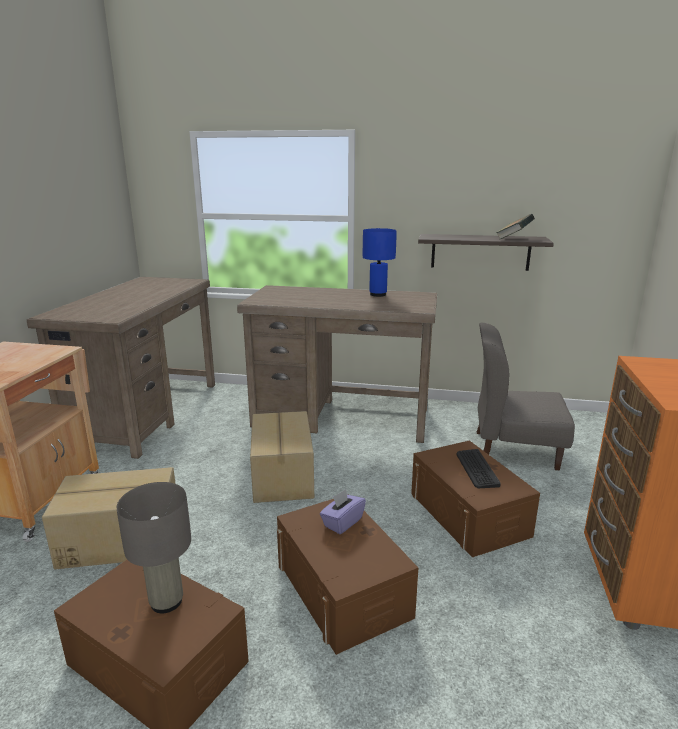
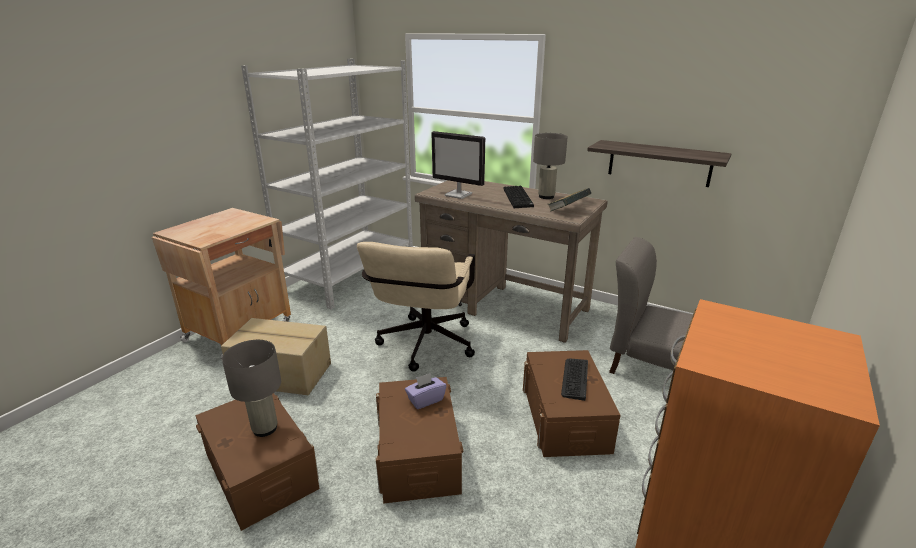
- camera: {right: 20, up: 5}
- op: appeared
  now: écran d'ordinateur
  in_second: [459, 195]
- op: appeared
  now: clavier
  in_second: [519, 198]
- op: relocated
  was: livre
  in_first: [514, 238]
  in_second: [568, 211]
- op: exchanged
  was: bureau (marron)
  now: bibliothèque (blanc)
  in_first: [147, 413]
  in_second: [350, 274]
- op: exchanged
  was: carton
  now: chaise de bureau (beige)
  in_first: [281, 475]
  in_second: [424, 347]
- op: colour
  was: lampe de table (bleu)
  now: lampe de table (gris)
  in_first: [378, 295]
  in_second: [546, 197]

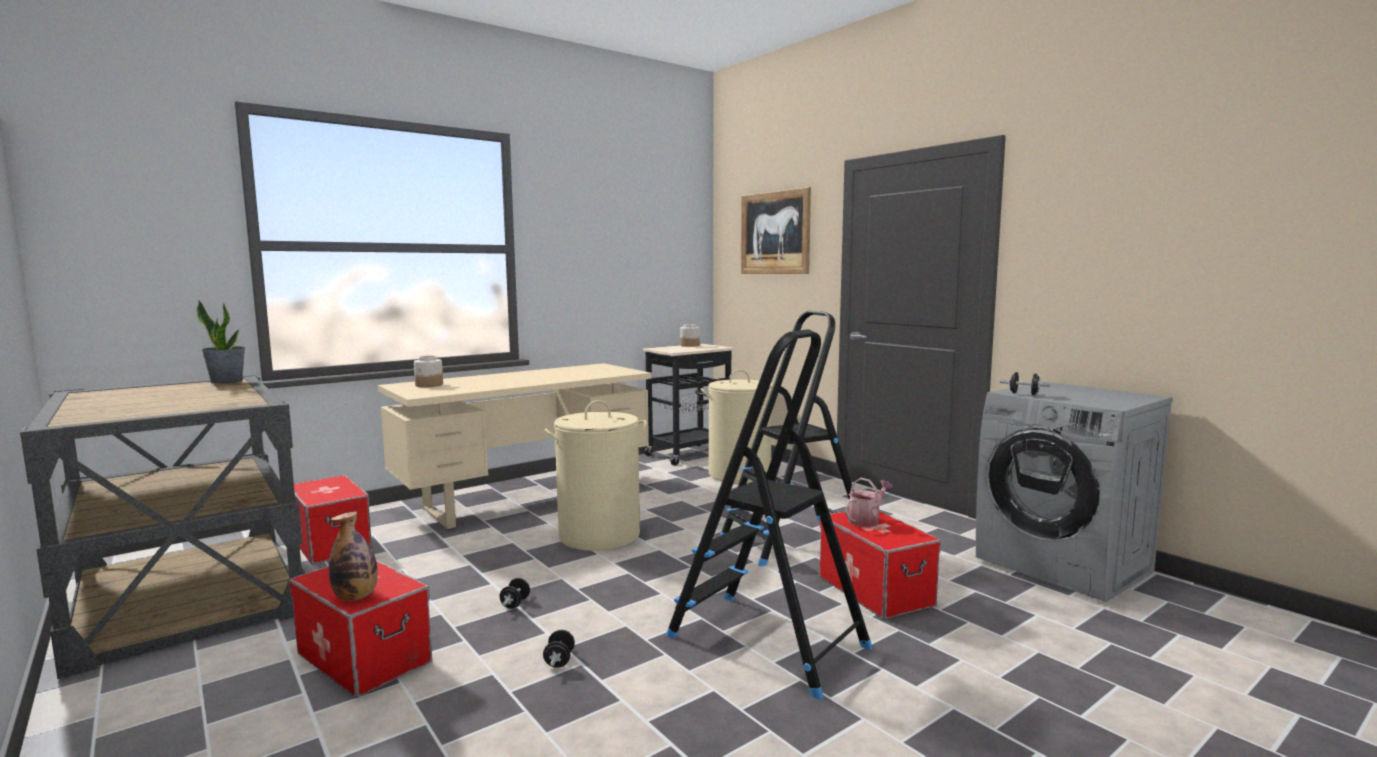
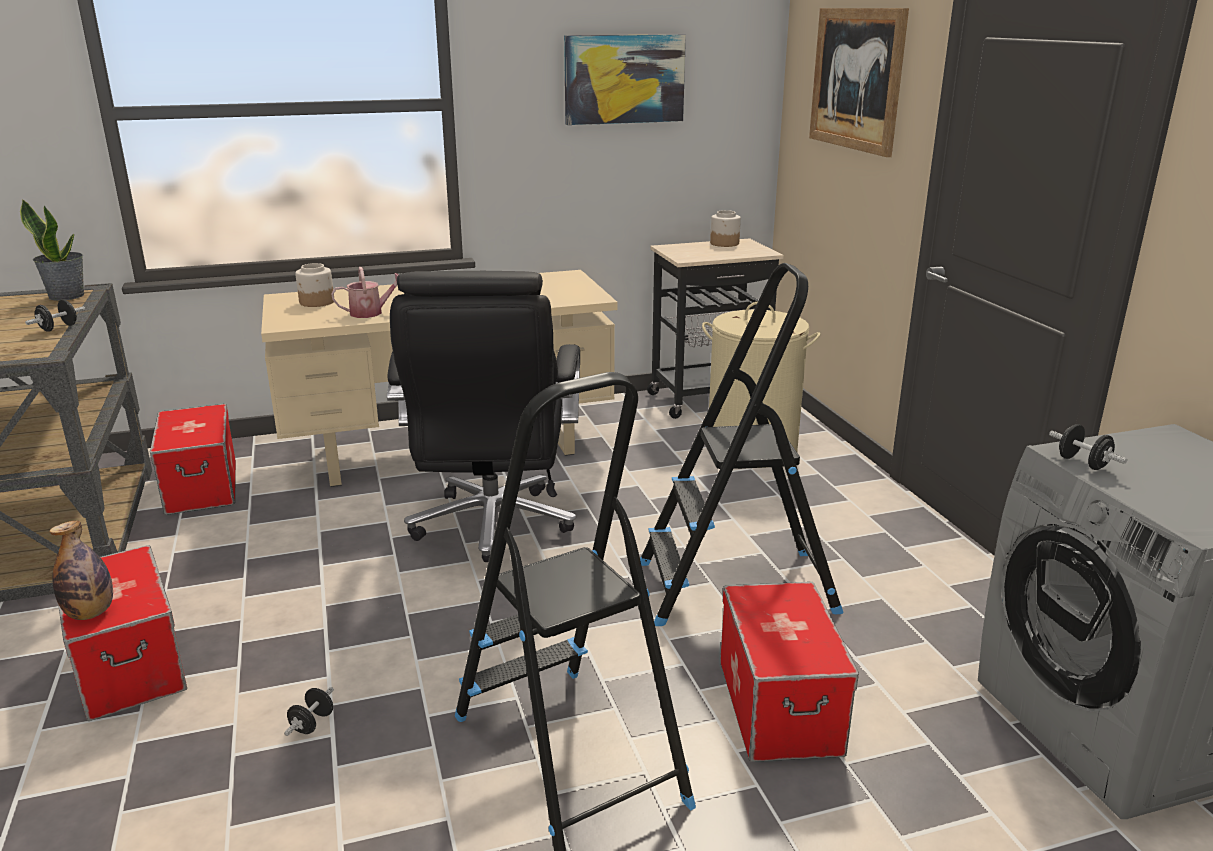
- camera: {right: 20, up: 15}
- op: appeared
  now: tableau
  in_second: [624, 79]
- op: relocated
  was: haltère (noir)
  in_first: [515, 603]
  in_second: [58, 328]
- op: relocated
  was: arrosoir
  in_first: [866, 520]
  in_second: [371, 312]
- op: exchanged
  was: panier à linge (beige)
  now: chaise de bureau (noir)
  in_first: [599, 535]
  in_second: [492, 529]

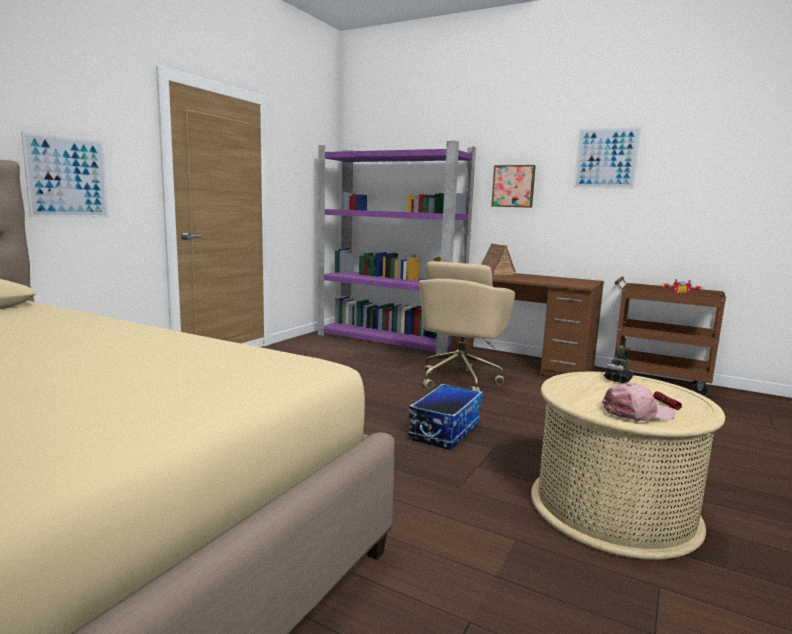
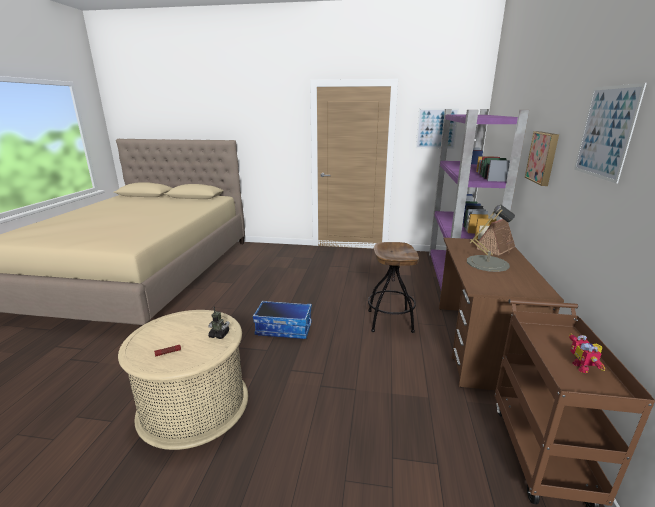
- camera: {right: 70, up: 10}
- op: missing
  was: casquette (rose)
  in_first: [637, 413]
- op: appeared
  now: lampe de table (gris)
  in_second: [487, 263]
- op: relocated
  was: tableau
  in_first: [67, 177]
  in_second: [436, 128]
- op: exchanged
  was: chaise de bureau (beige)
  now: tabouret (marron)
  in_first: [460, 380]
  in_second: [390, 320]

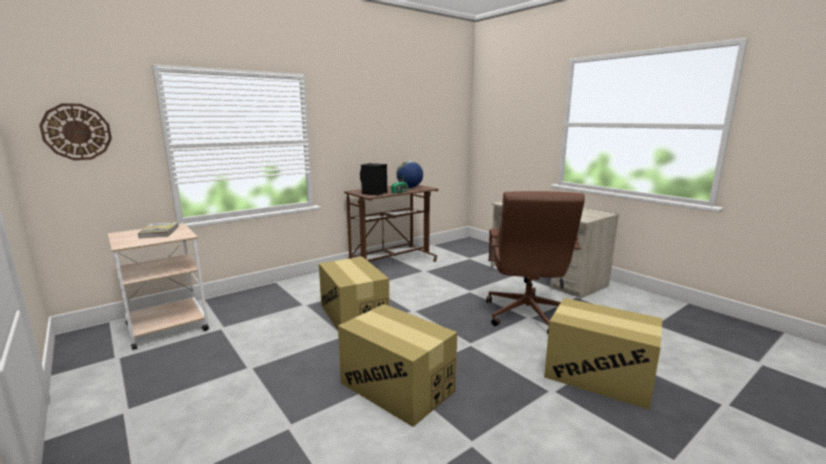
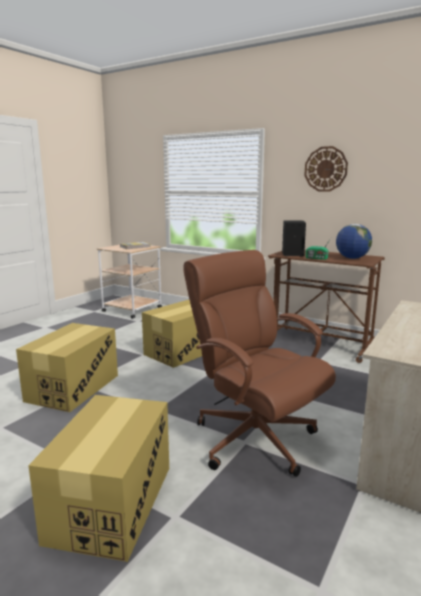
- camera: {right: 70, up: 0}
- op: relocated
  was: horloge murale
  in_first: [77, 132]
  in_second: [325, 169]
- op: spun
  was: chaise de bureau (marron)
  in_first: [527, 313]
  in_second: [255, 439]
  clockwise: 60

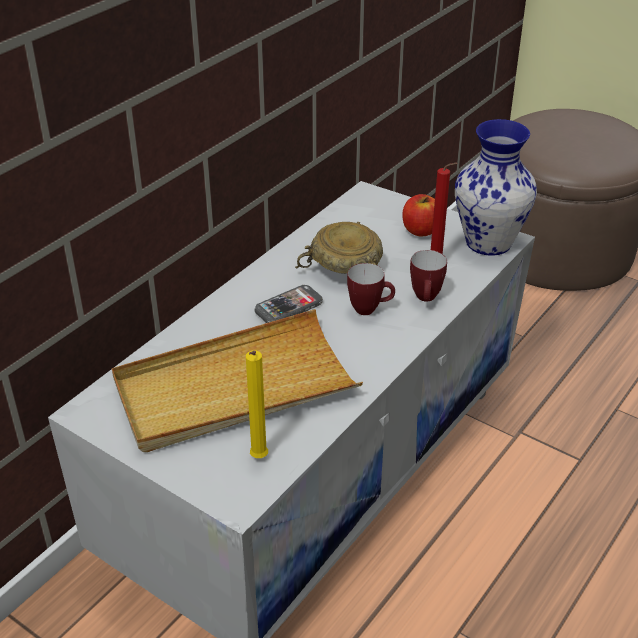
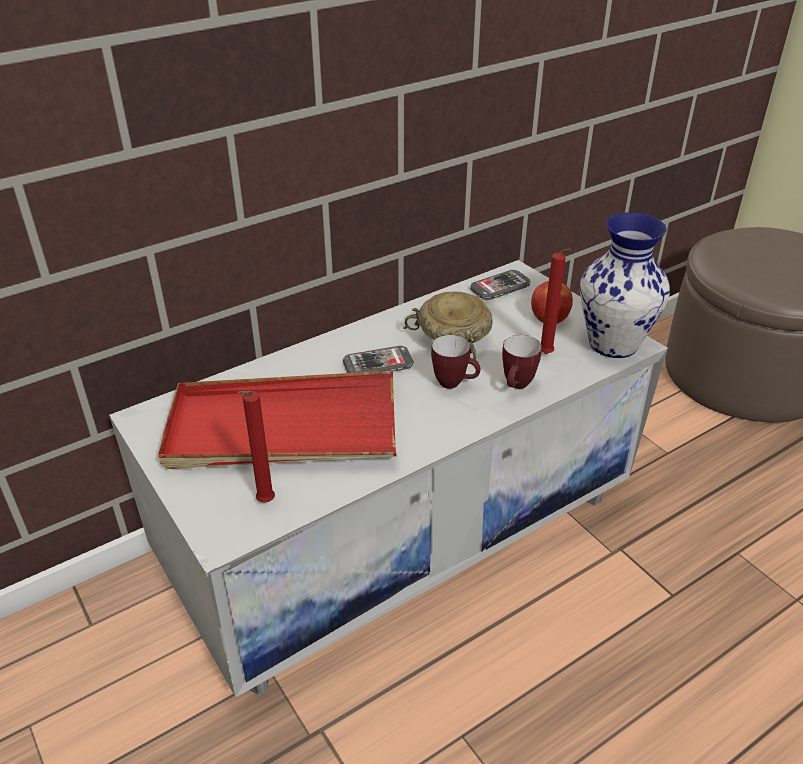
- camera: {right: 20, up: 0}
- op: appeared
  now: téléphone
  in_second: [500, 287]
- op: colour
  was: plateau (beige)
  now: plateau (rouge)
  in_first: [234, 387]
  in_second: [282, 428]
- op: colour
  was: bougie (jaune)
  now: bougie (rouge)
  in_first: [258, 459]
  in_second: [264, 503]

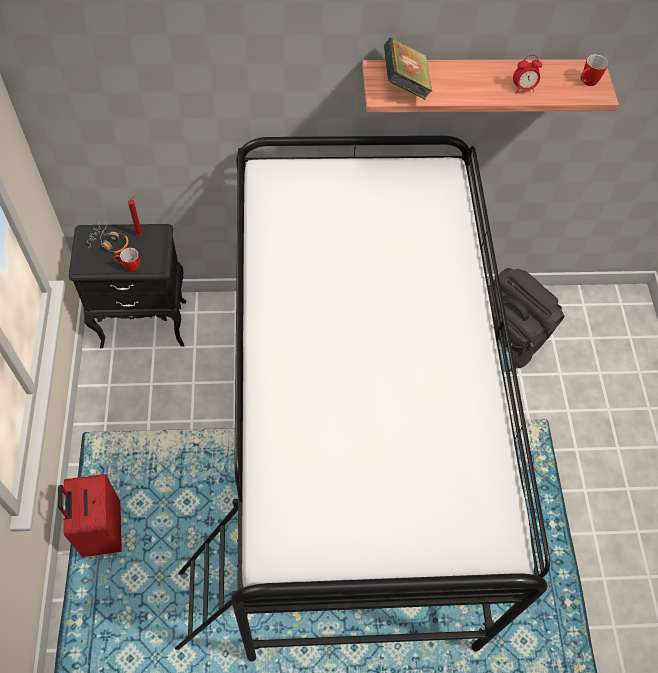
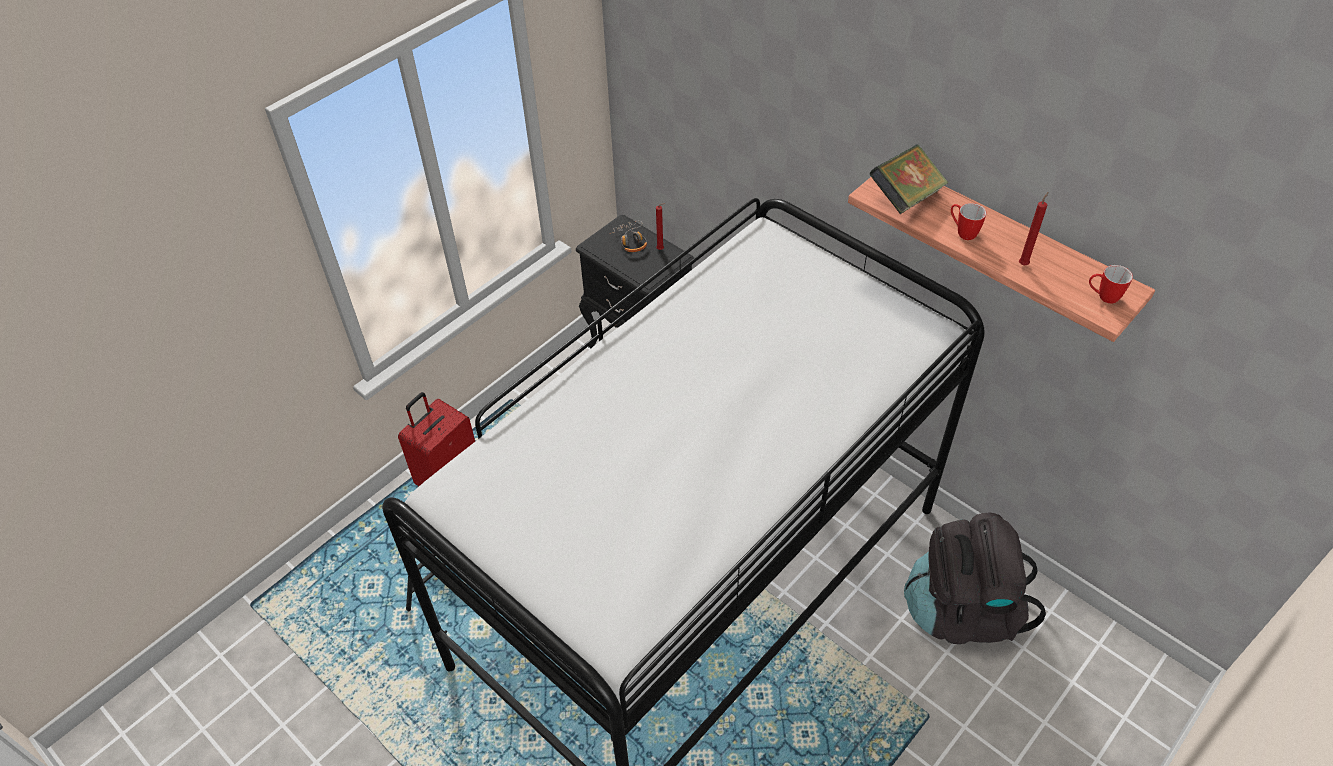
- camera: {right: 50, up: -10}
- op: relocated
  was: mug
  in_first: [129, 267]
  in_second: [962, 232]
- op: exchanged
  was: réveil
  now: bougie (rouge)
  in_first: [523, 88]
  in_second: [1024, 264]

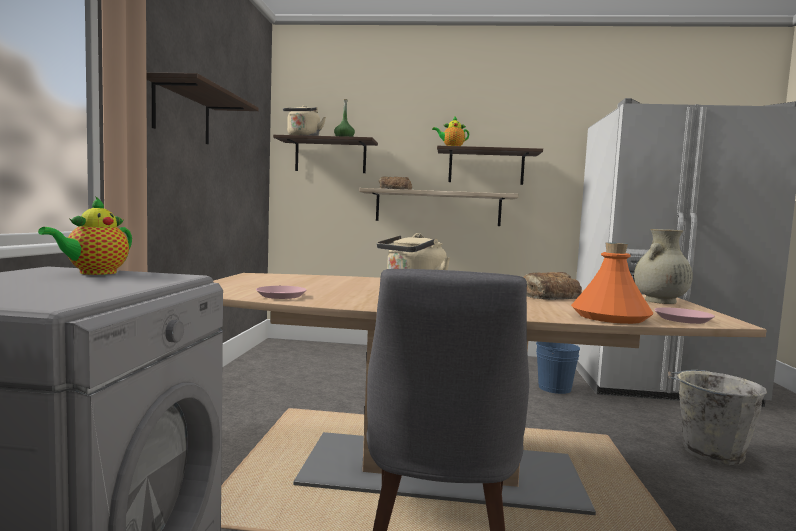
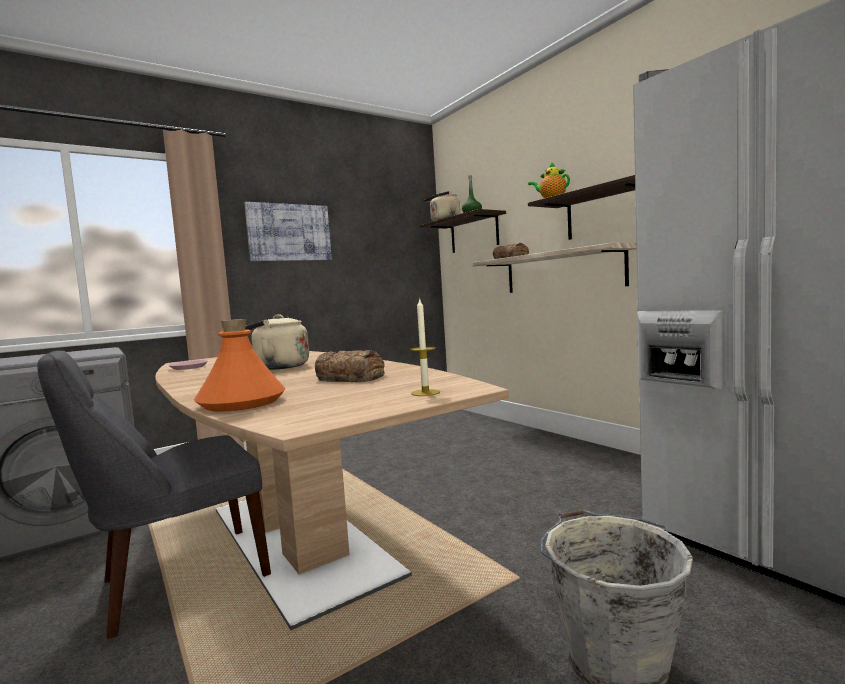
- camera: {right: 50, up: 0}
- op: missing
  was: théière
  in_first: [94, 273]
- op: missing
  was: seau (bleu)
  in_first: [554, 388]
- op: missing
  was: assiette (rose)
  in_first: [682, 319]
- op: exchanged
  was: étagère
  now: tableau
  in_first: [182, 114]
  in_second: [289, 232]
- op: exchanged
  was: vase (beige)
  now: bougie
  in_first: [660, 301]
  in_second: [425, 393]

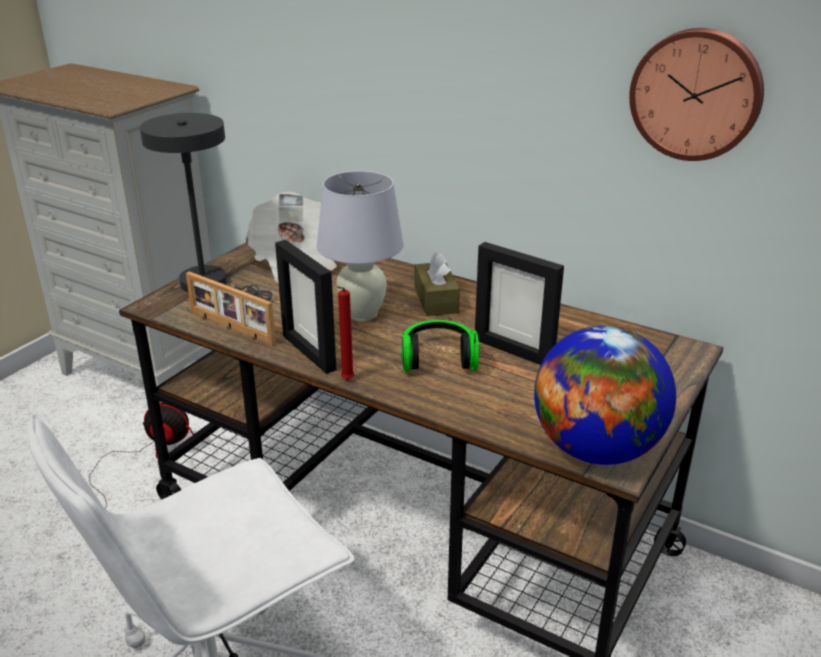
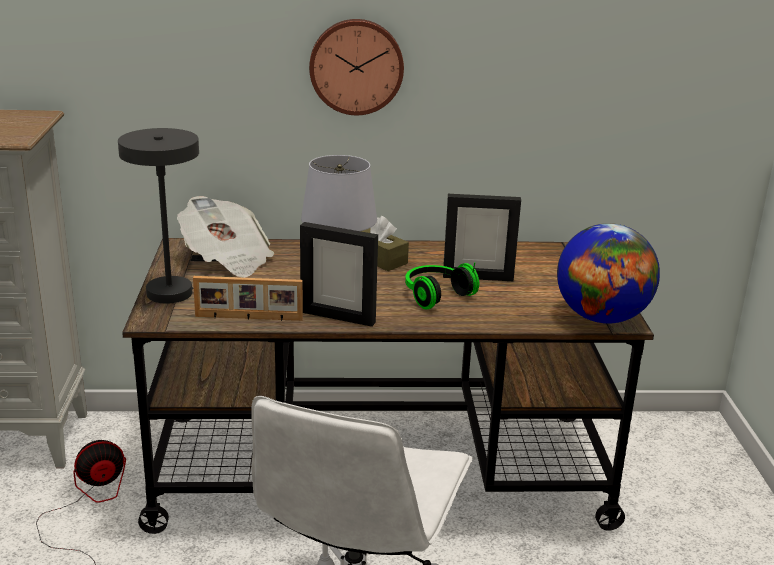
- camera: {right: -35, up: -5}
- op: missing
  was: bougie (rouge)
  in_first: [346, 381]
- op: relocated
  was: horloge murale
  in_first: [696, 94]
  in_second: [356, 66]

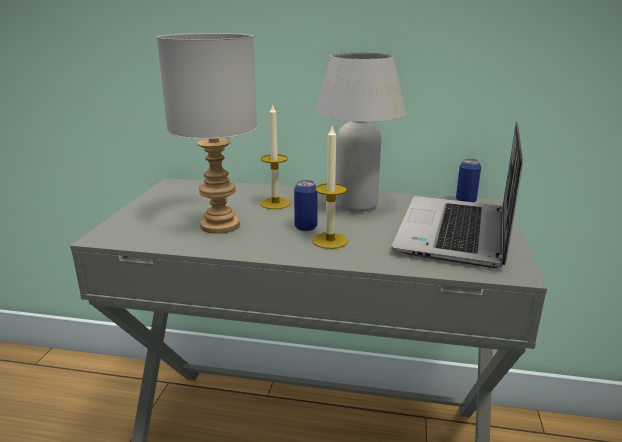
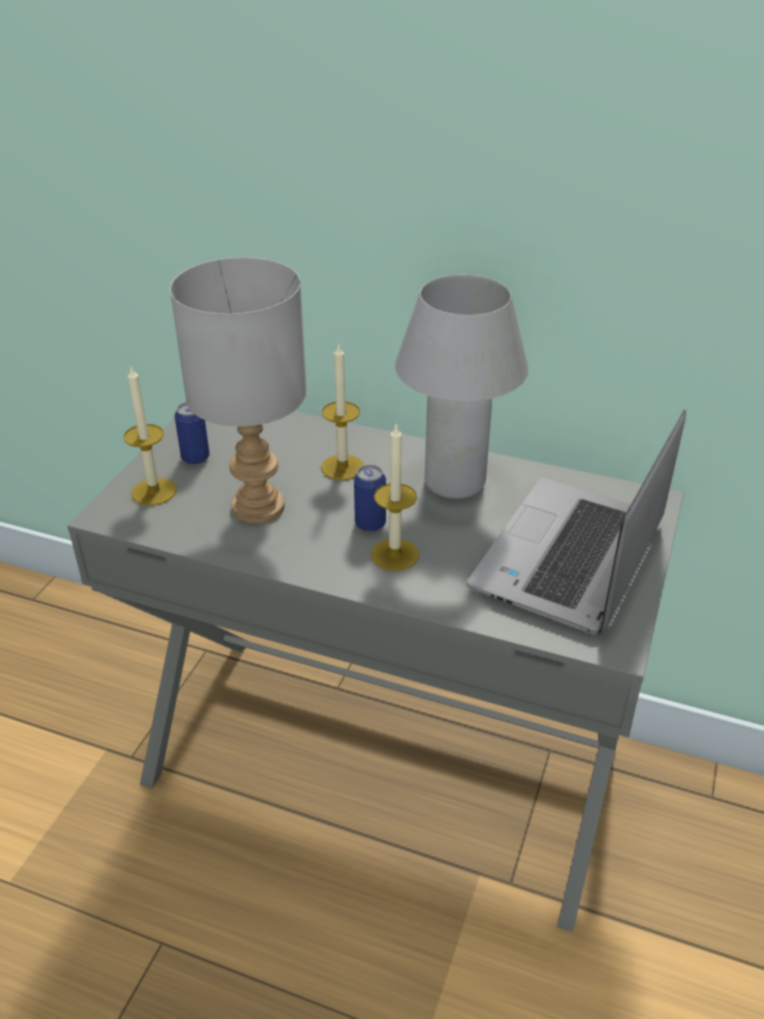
- camera: {right: 10, up: 15}
- op: appeared
  now: bougie
  in_second: [154, 491]
- op: relocated
  was: boîte métallique
  in_first: [465, 201]
  in_second: [195, 458]

